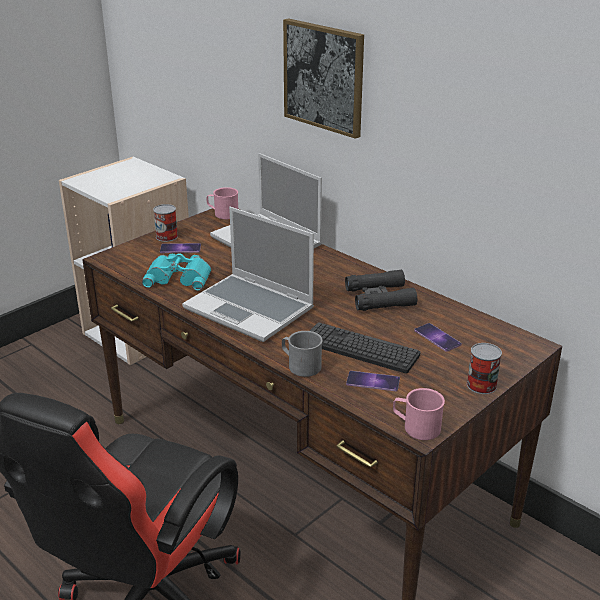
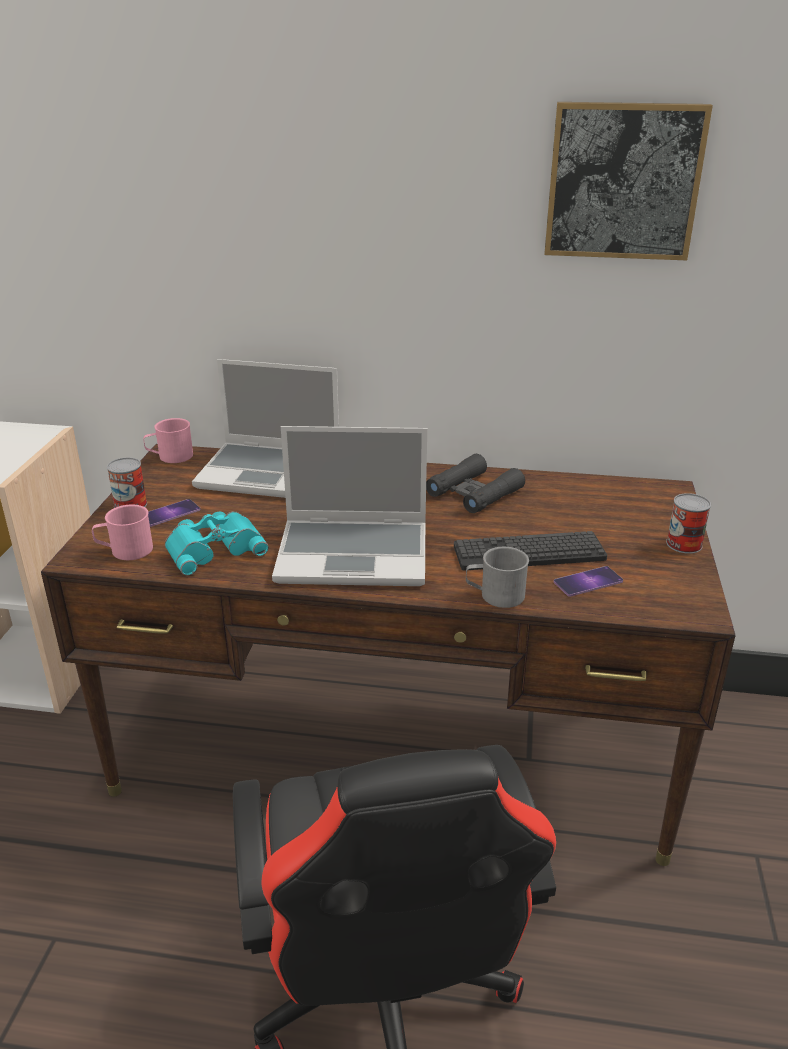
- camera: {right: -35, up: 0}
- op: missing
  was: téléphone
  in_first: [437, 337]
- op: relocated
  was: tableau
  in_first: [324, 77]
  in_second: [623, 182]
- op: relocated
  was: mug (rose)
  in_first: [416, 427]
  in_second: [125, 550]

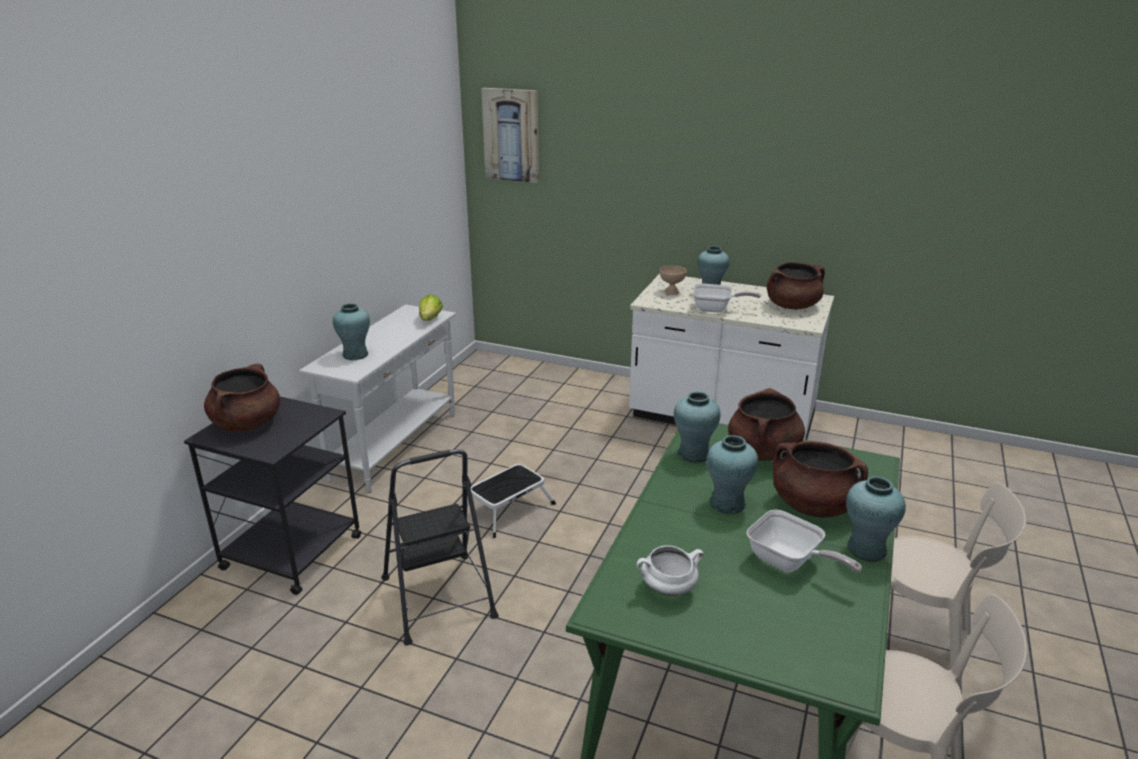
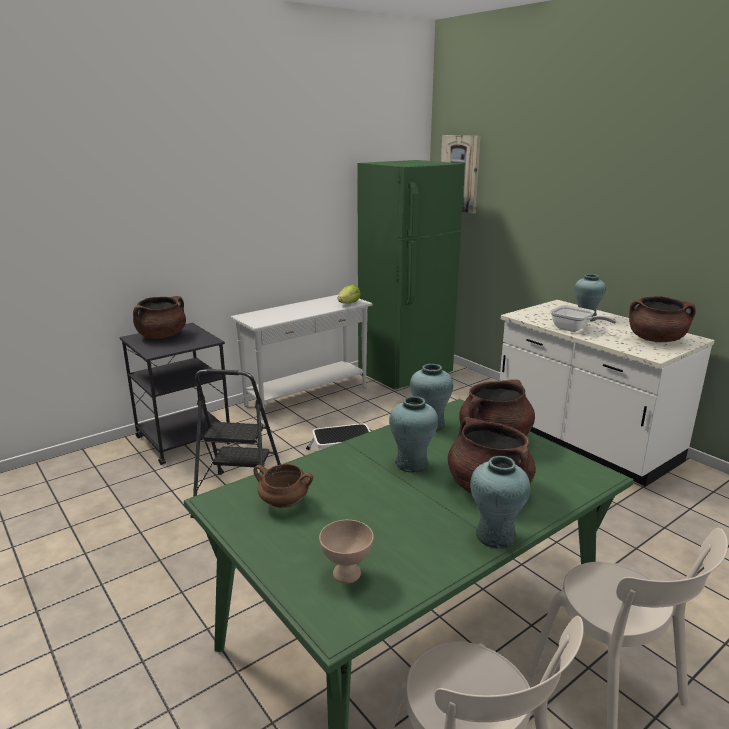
- camera: {right: 30, up: -5}
- op: missing
  was: vase (turquoise)
  in_first: [355, 355]
- op: missing
  was: poêle
  in_first: [789, 563]
- op: appeared
  now: réfrigérateur (vert)
  in_second: [405, 373]
- op: relocated
  was: bol (beige)
  in_first: [671, 292]
  in_second: [345, 574]
- op: colour
  was: marmite (blanc)
  now: marmite (marron)
  in_first: [668, 589]
  in_second: [283, 503]

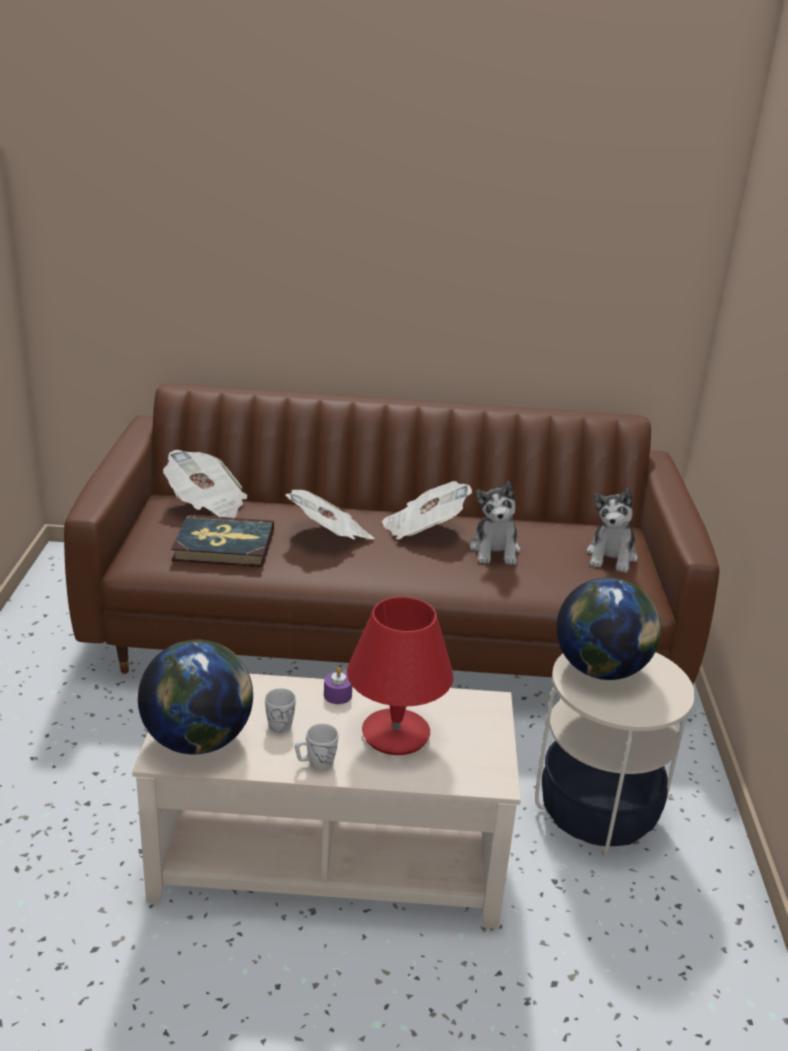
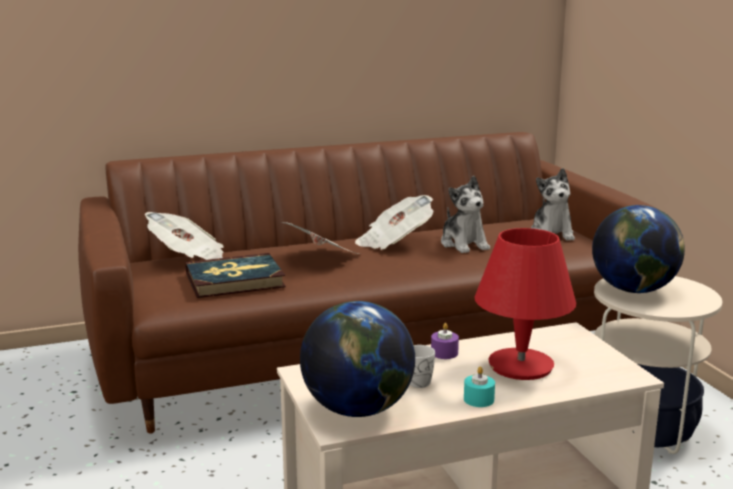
- camera: {right: -20, up: -10}
- op: exchanged
  was: mug (blanc)
  now: bougie (turquoise)
  in_first: [316, 763]
  in_second: [478, 399]

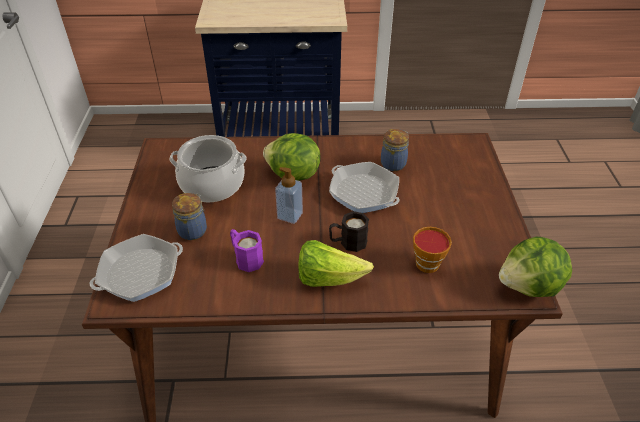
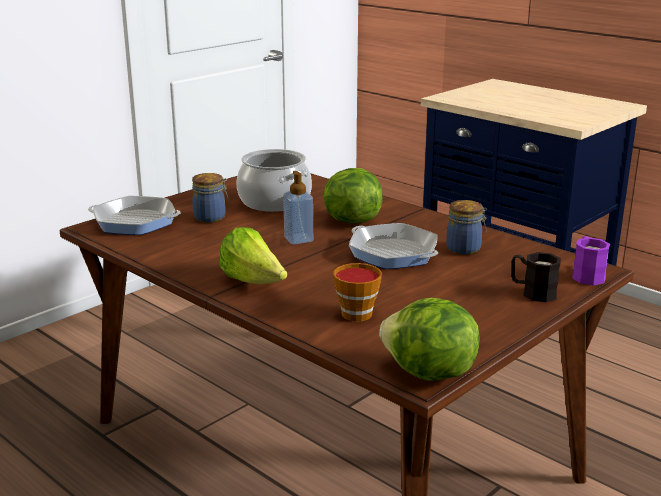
- camera: {right: 45, up: -20}
- op: relocated
  was: mug (violet)
  in_first: [246, 258]
  in_second: [586, 275]
- op: relocated
  was: mug (noir)
  in_first: [348, 242]
  in_second: [532, 292]
- op: spun
  was: poêle
  in_first: [364, 192]
  in_second: [393, 253]
  clockwise: 135

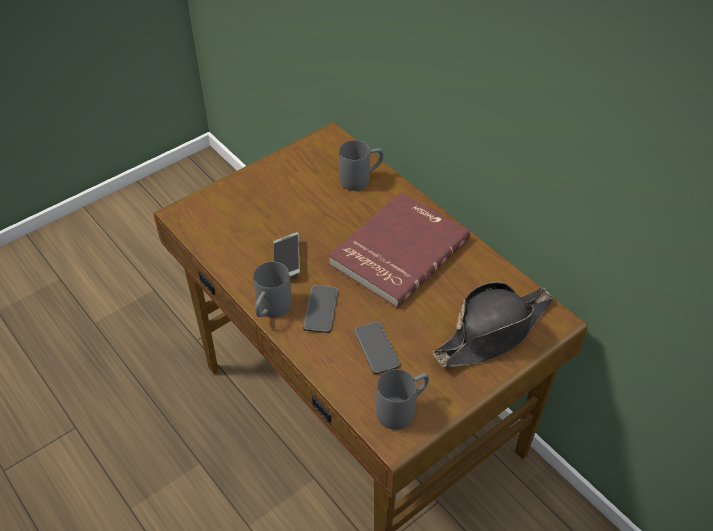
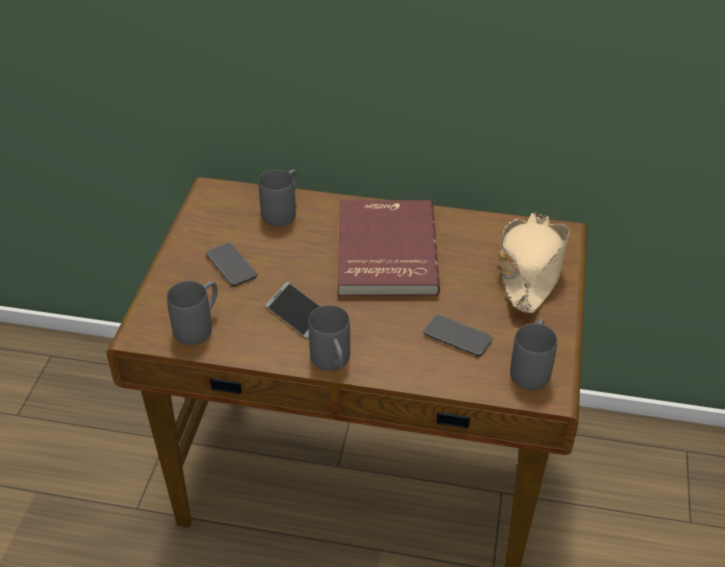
- camera: {right: -40, up: -5}
- op: appeared
  now: mug (gris)
  in_second: [199, 326]
- op: relocated
  was: téléphone
  in_first: [321, 309]
  in_second: [231, 265]
- op: colour
  was: chapeau (noir)
  now: chapeau (beige)
  in_first: [493, 332]
  in_second: [530, 269]

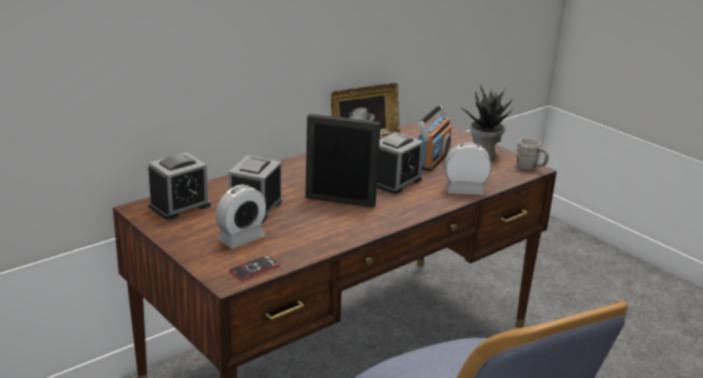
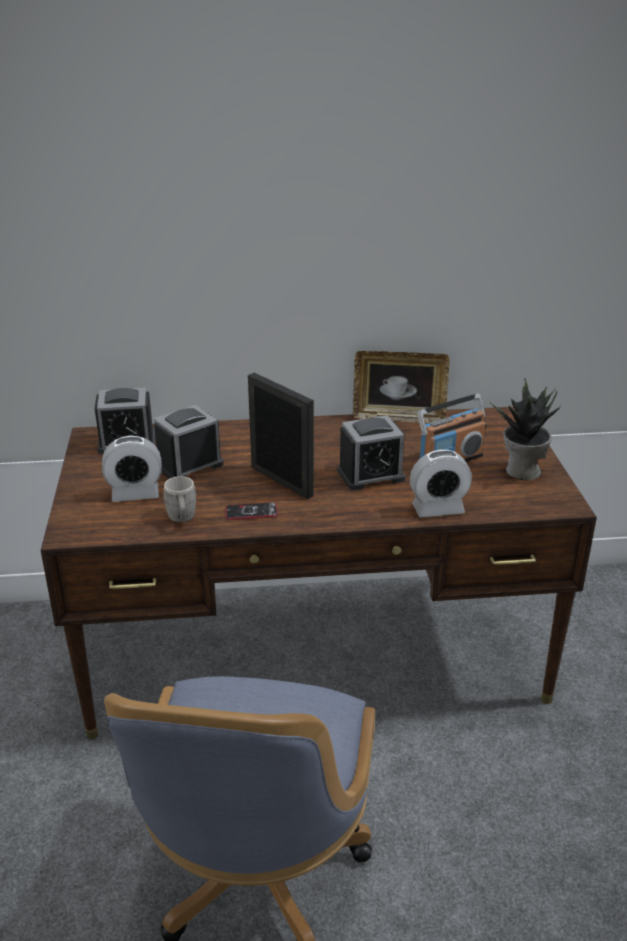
- camera: {right: 35, up: 5}
- op: relocated
  was: téléphone
  in_first: [254, 268]
  in_second: [251, 512]
- op: relocated
  was: mug (gris)
  in_first: [530, 168]
  in_second: [182, 519]
- op: spun
  was: réveil
  in_first: [464, 190]
  in_second: [438, 509]
  clockwise: 135

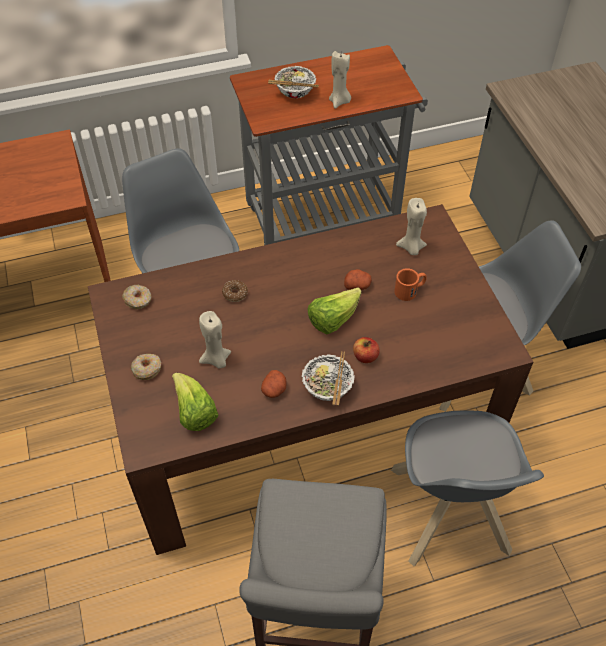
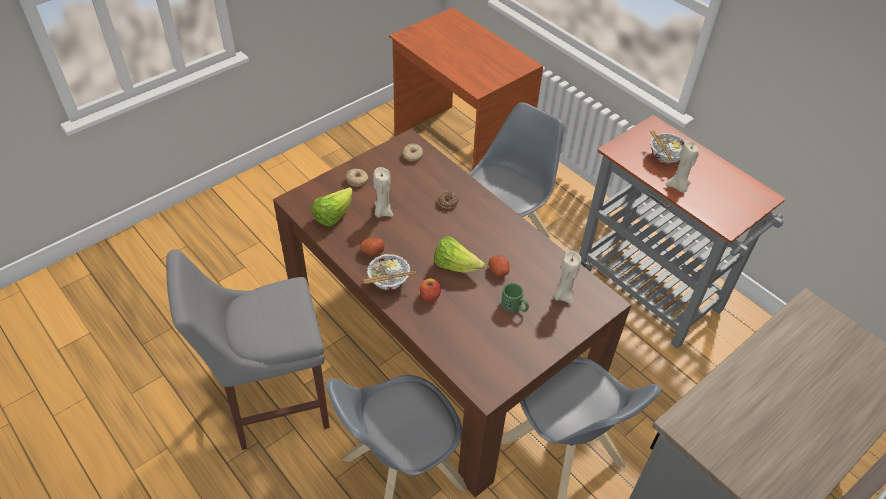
- camera: {right: 65, up: -5}
- op: colour
  was: mug (orange)
  now: mug (vert)
  in_first: [410, 290]
  in_second: [514, 307]

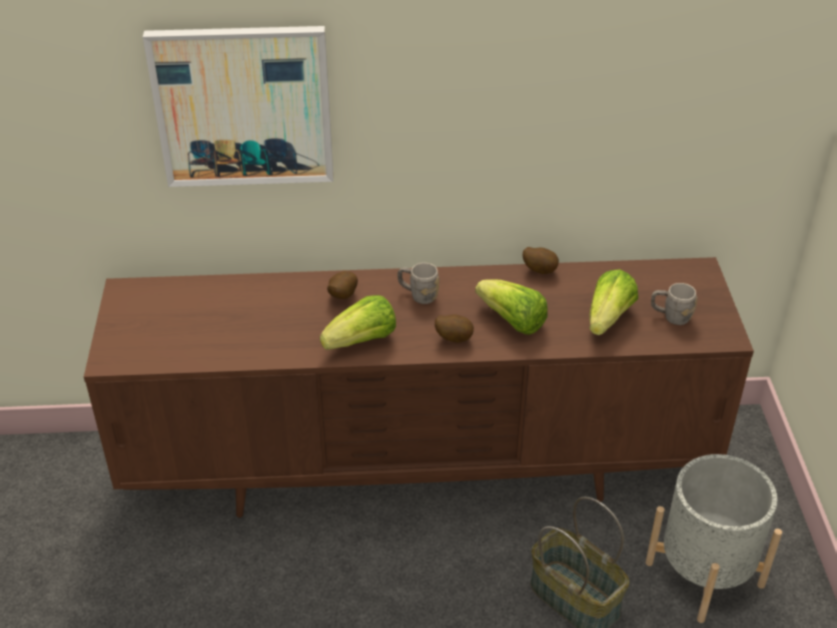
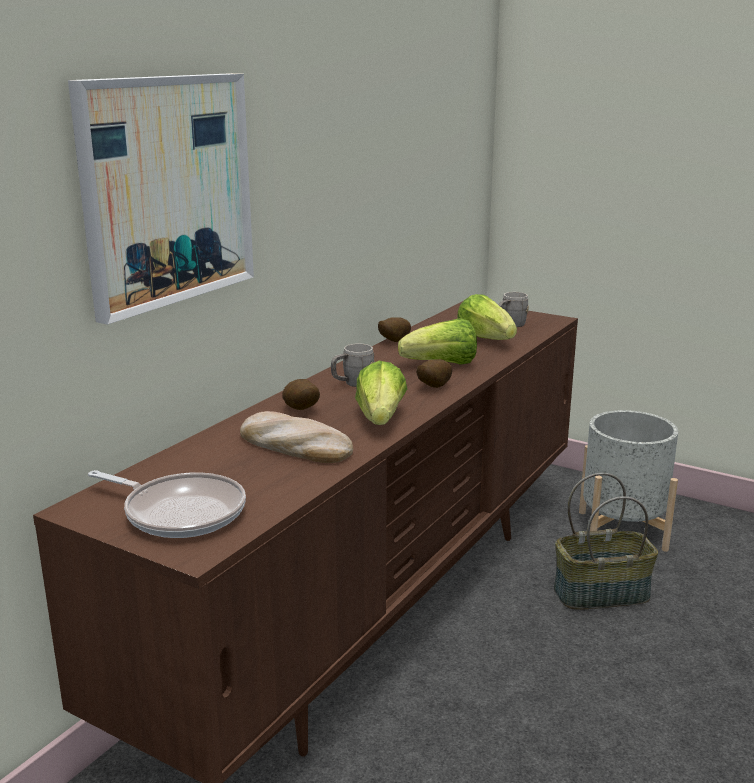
- camera: {right: -55, up: -20}
- op: appeared
  now: poêle
  in_second: [179, 512]
- op: appeared
  now: pain
  in_second: [294, 445]

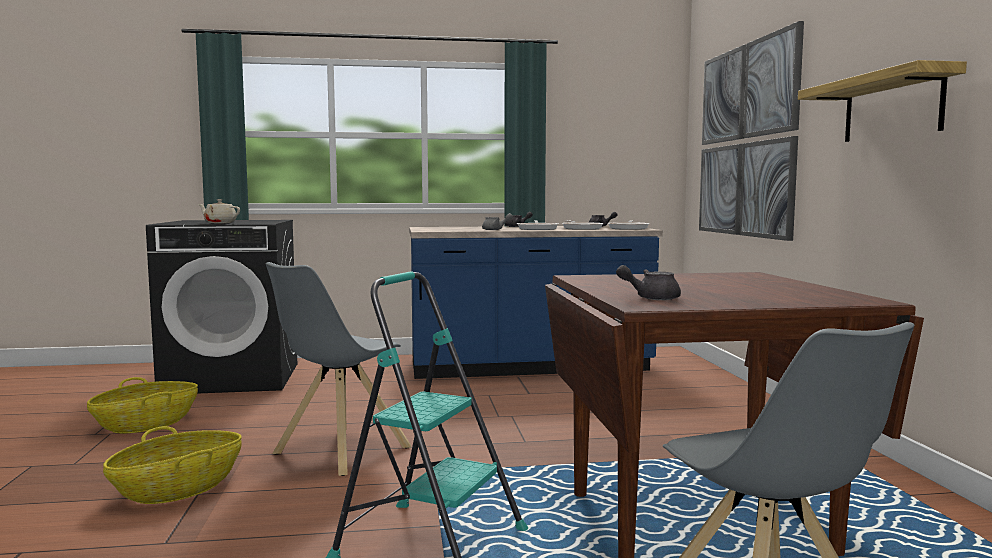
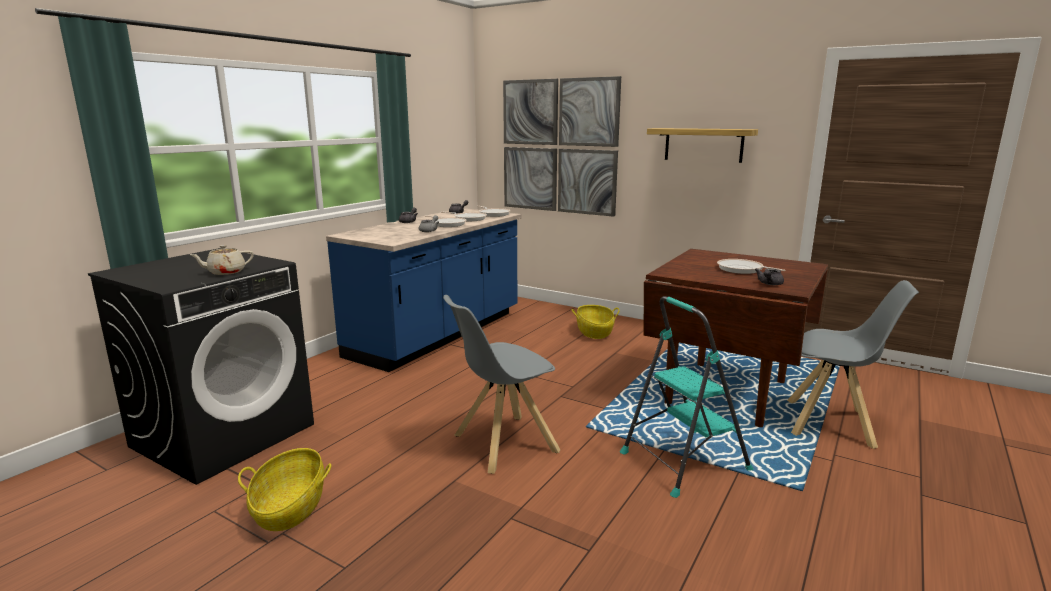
- camera: {right: -50, up: 10}
- op: appeared
  now: poêle
  in_second: [742, 270]
- op: relocated
  was: panier
  in_first: [178, 489]
  in_second: [594, 332]
- op: spun
  was: chaise (gris)
  in_first: [339, 451]
  in_second: [502, 444]
  clockwise: 75

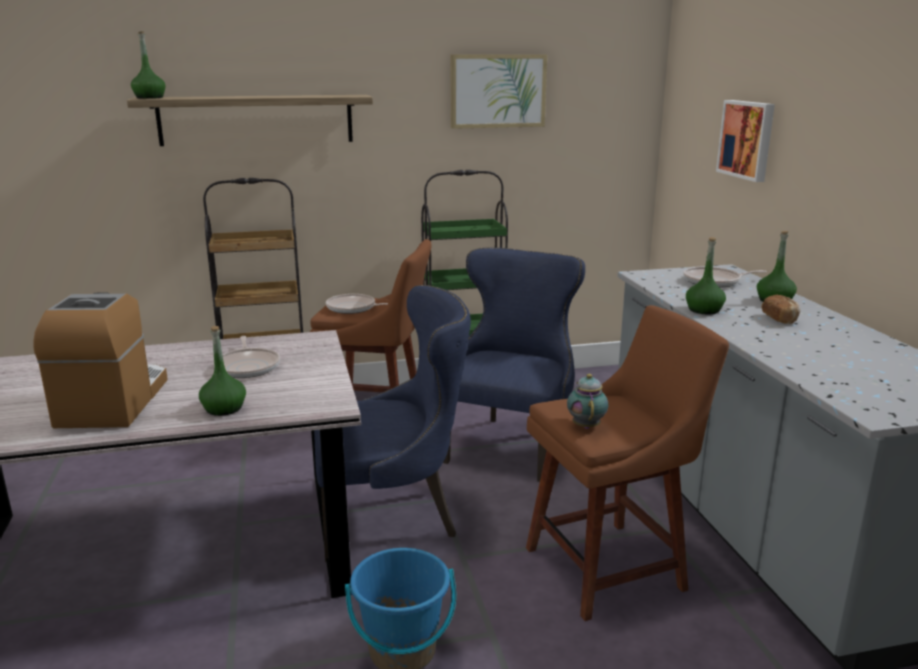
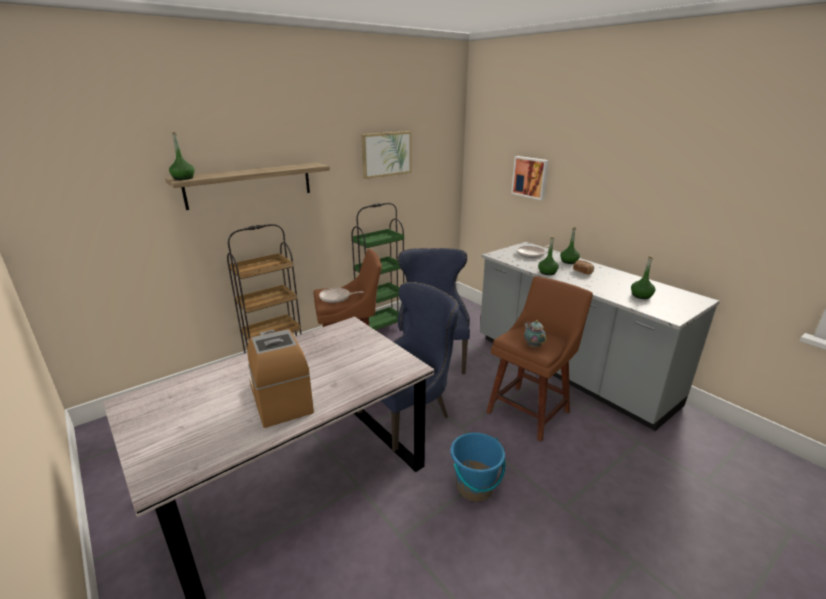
- camera: {right: -25, up: 5}
- op: missing
  was: poêle
  in_first: [248, 367]
- op: relocated
  was: bouteille (vert)
  in_first: [224, 408]
  in_second: [641, 296]

